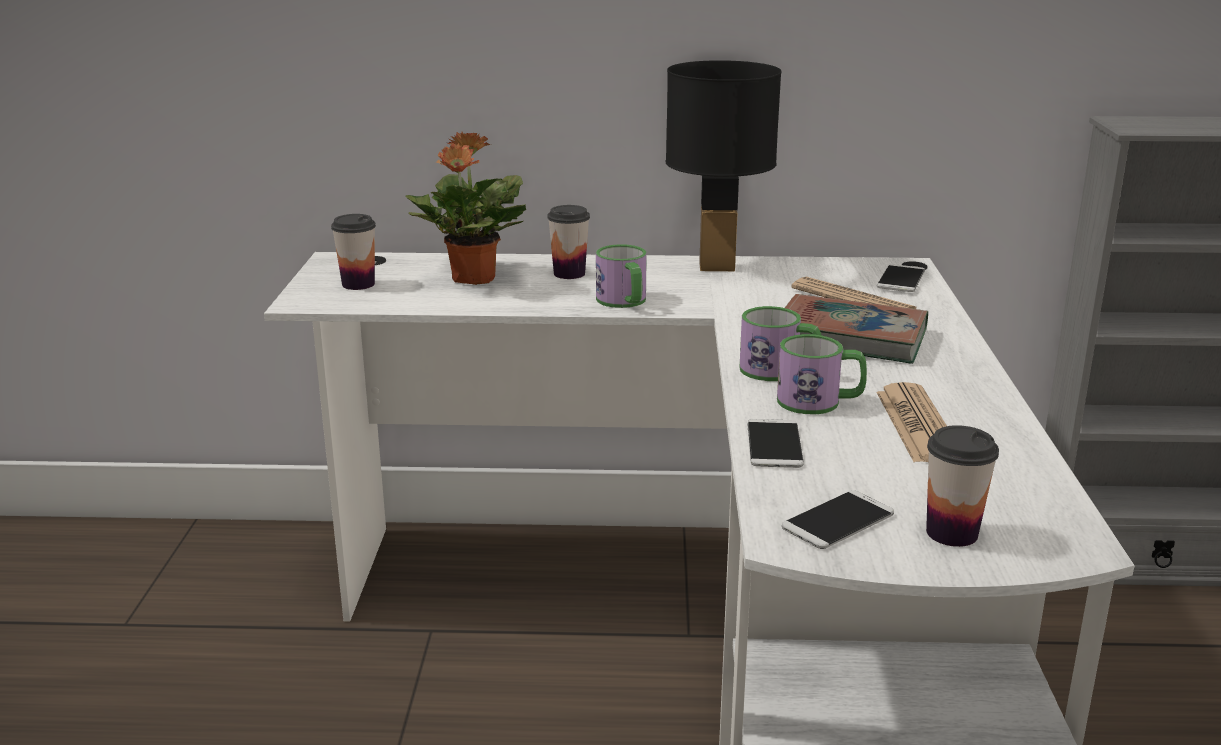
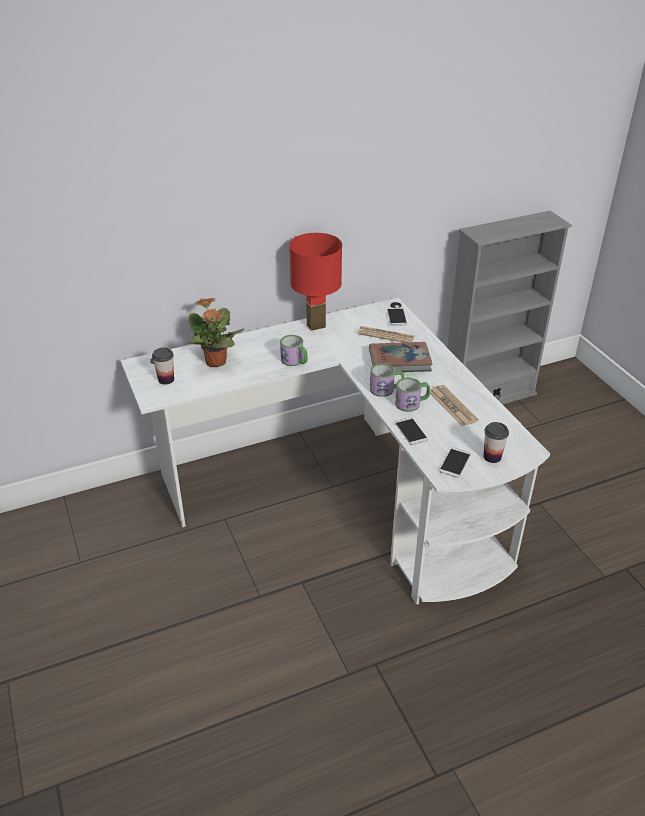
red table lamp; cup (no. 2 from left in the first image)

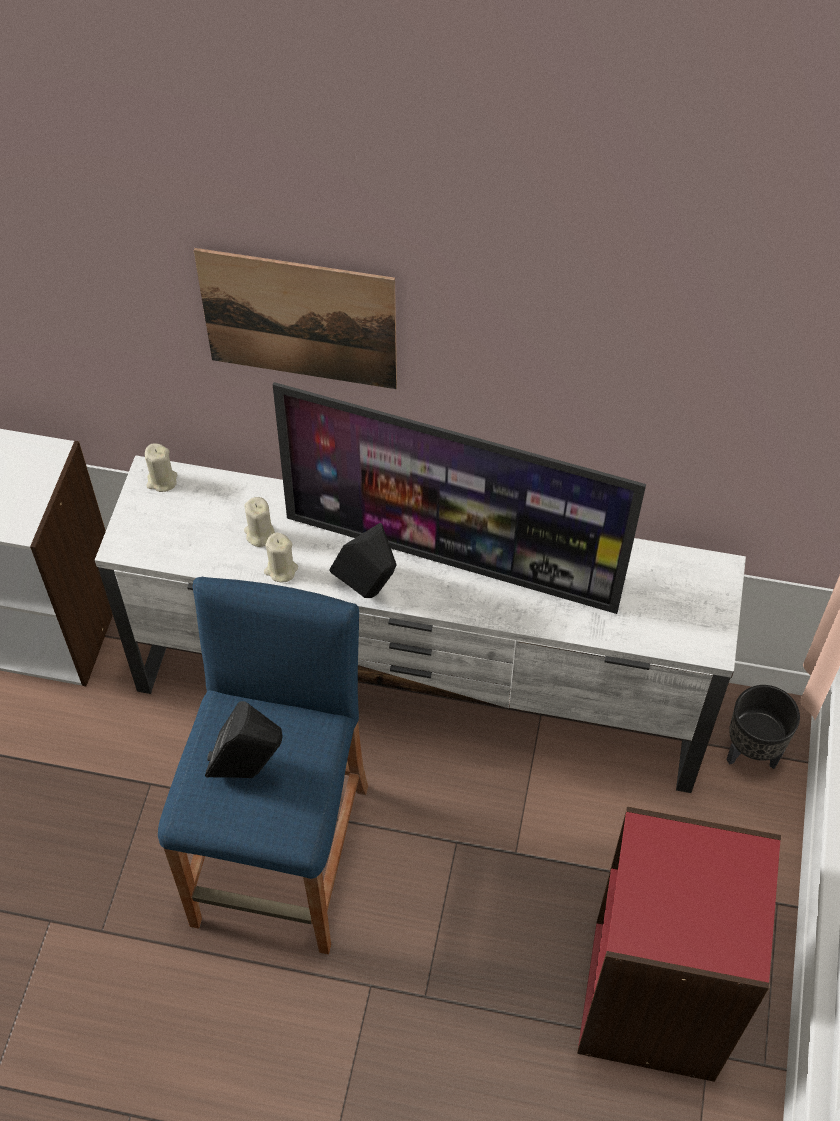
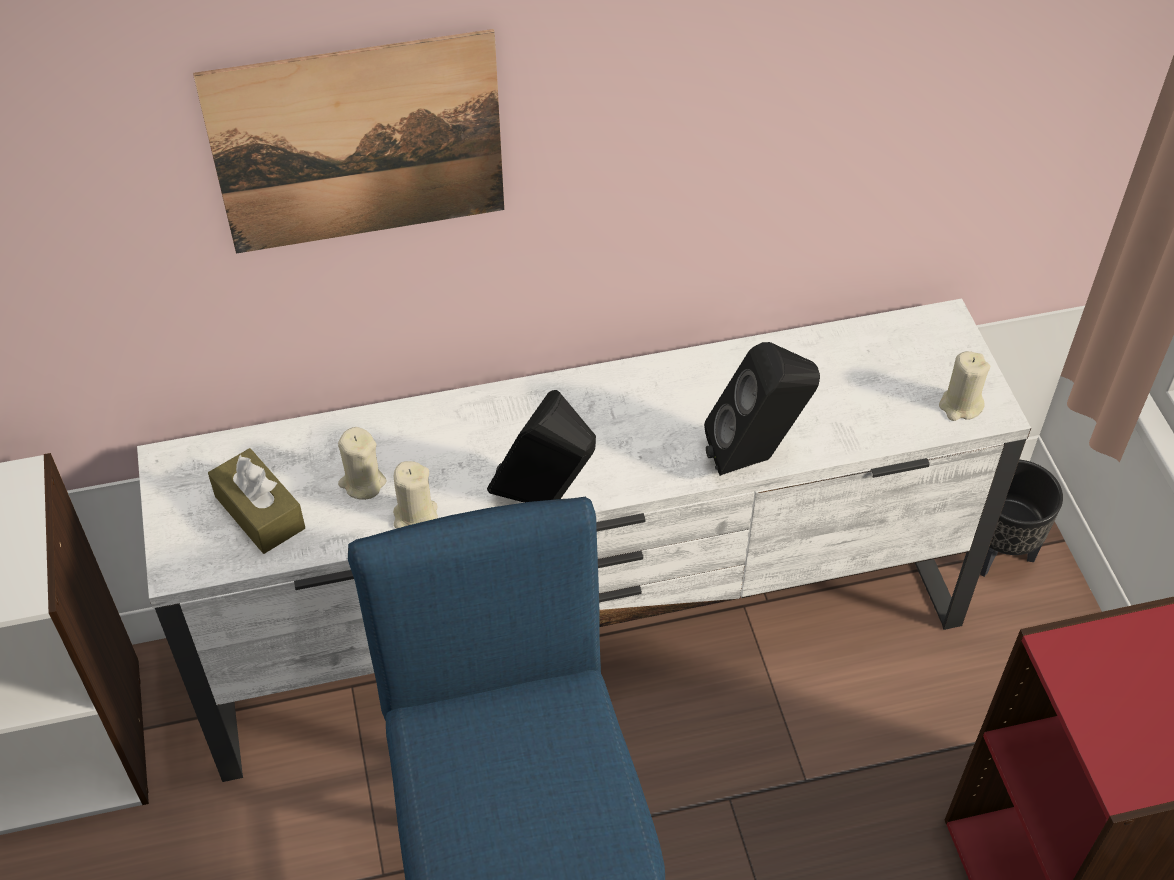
television; beige candle (no. 3 from left); black speaker (no. 2 from left); brown tissue box

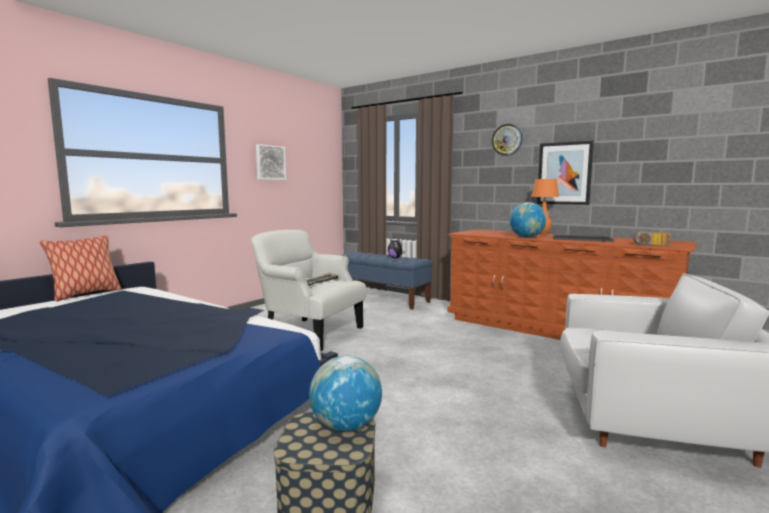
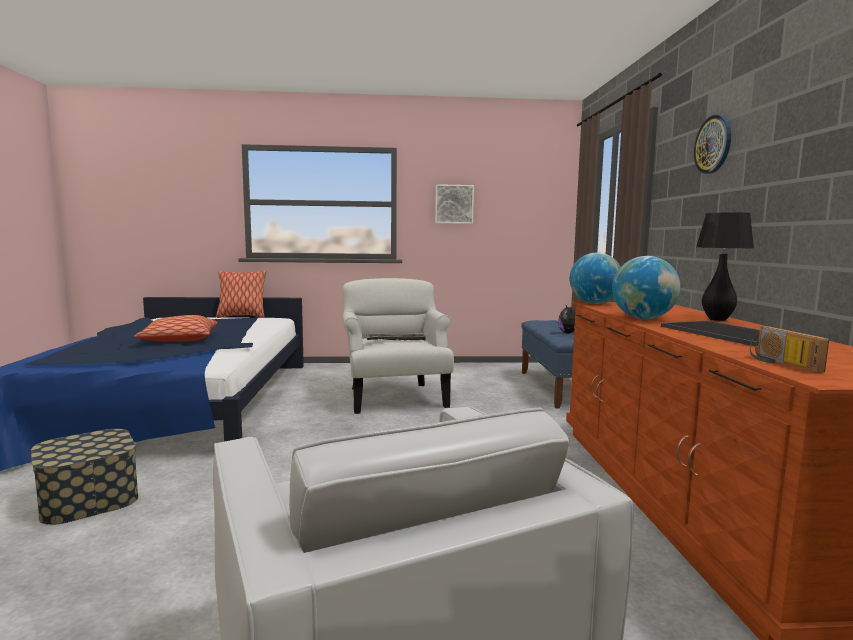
picture (no. 2 from left in the first image); black table lamp; globe (no. 1 from left); pillow (no. 1 from left)

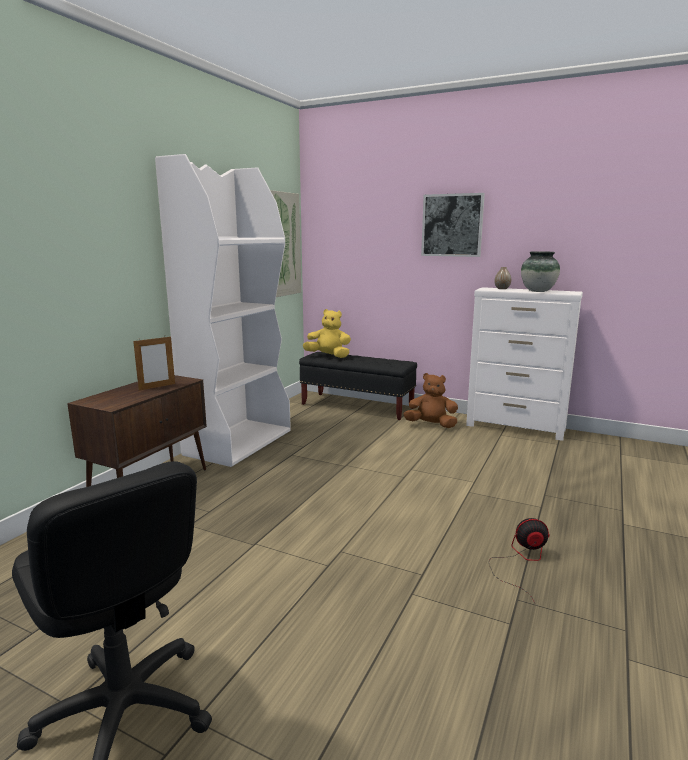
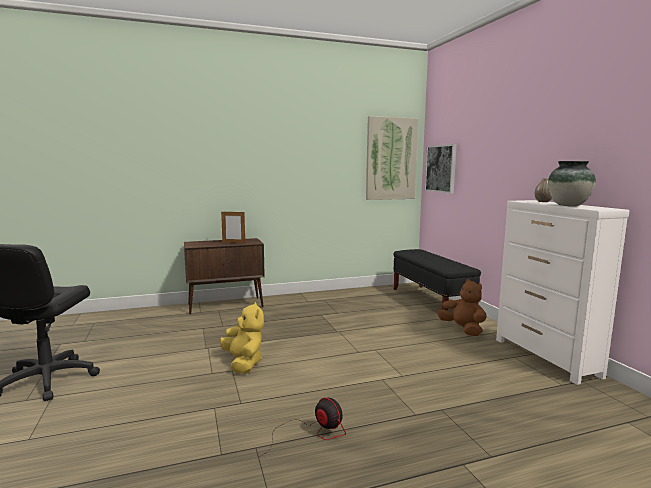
white bookcase; picture (no. 2 from left); yellow plush toy

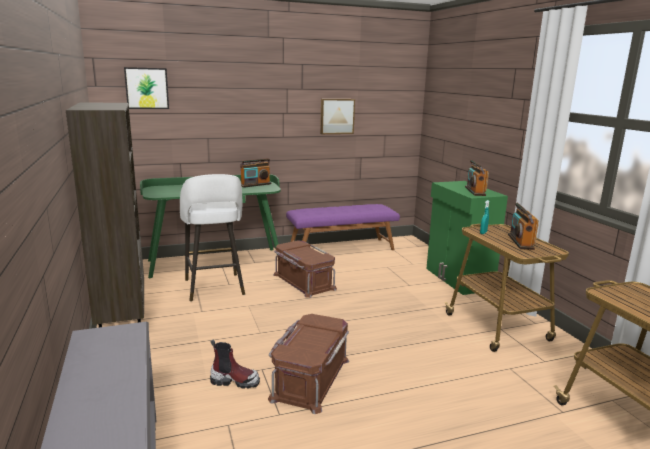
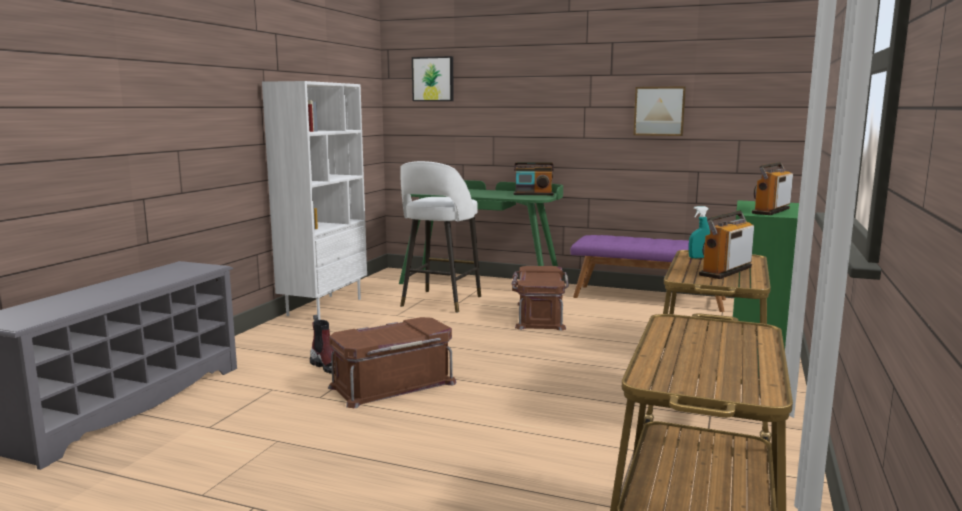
white bookcase

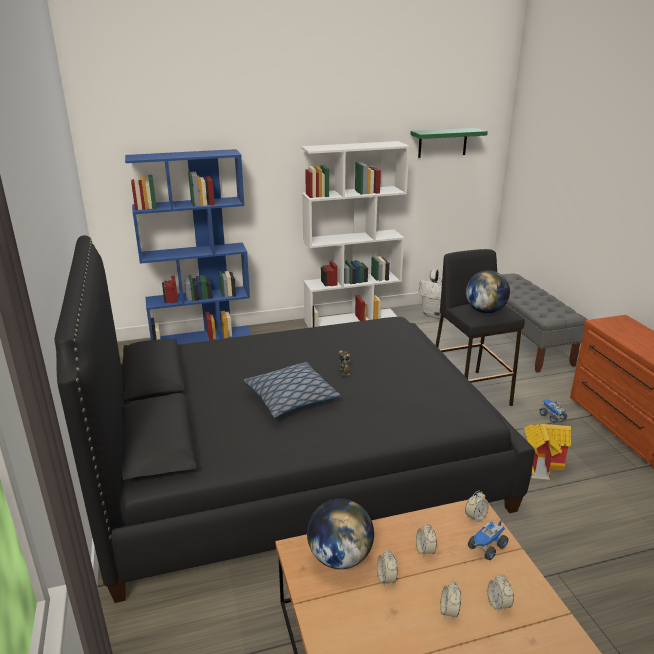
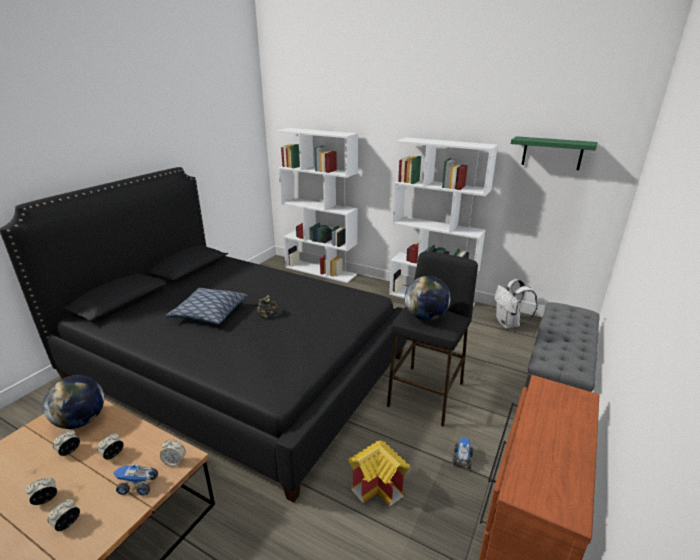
white bookcase (no. 1 from left)

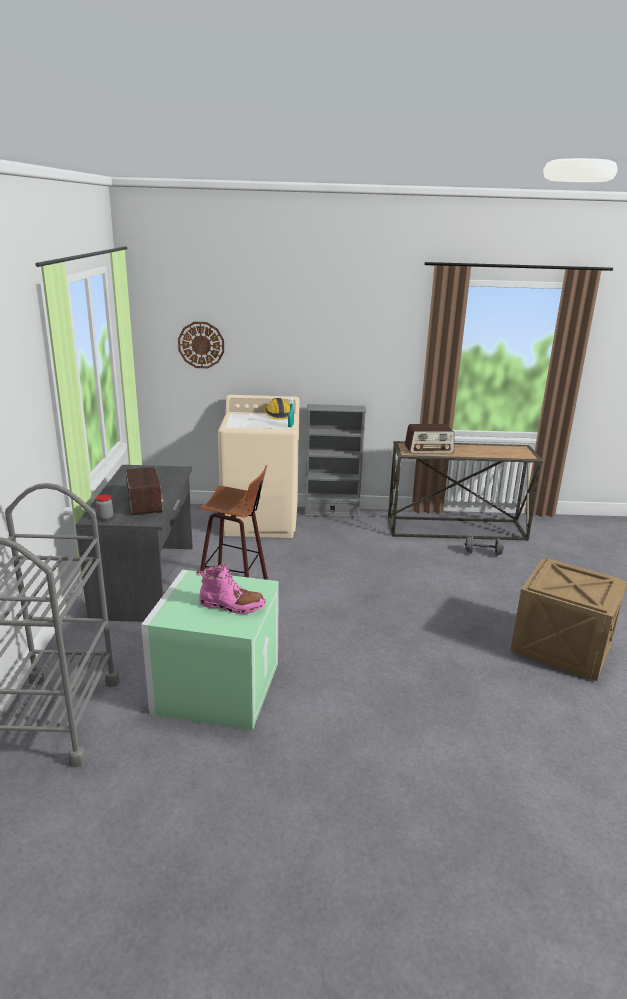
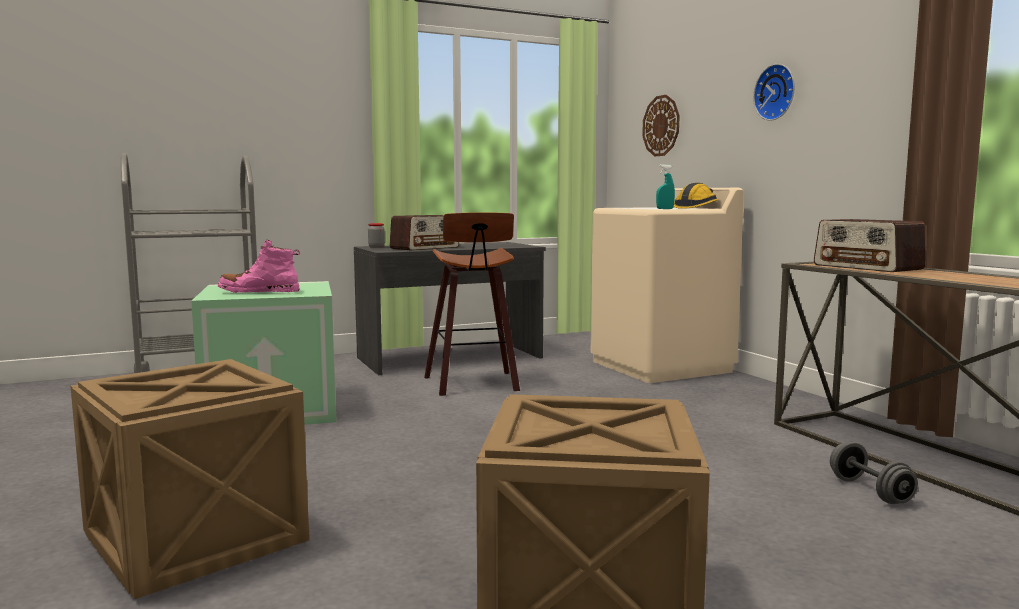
grey bookcase; pink boot; wall clock (no. 2 from left); crate (no. 1 from left)

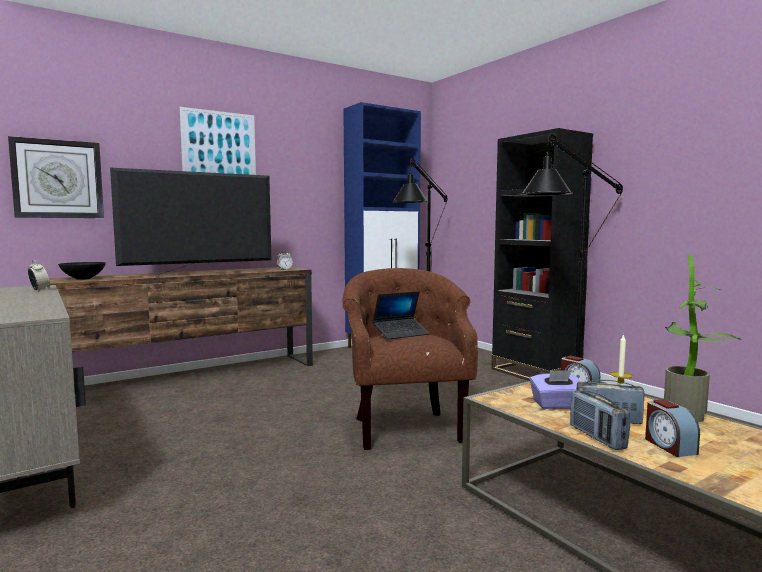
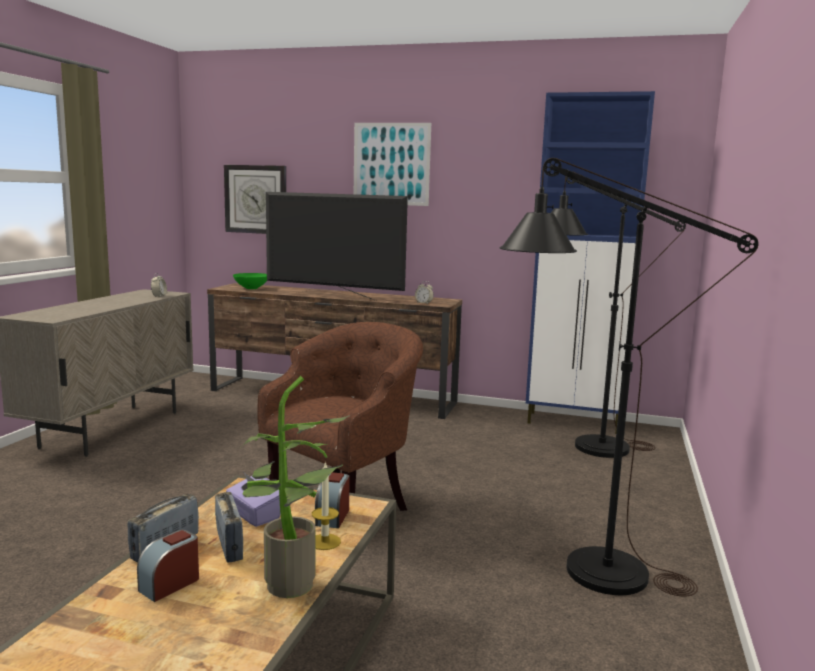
black bookcase; green bowl; laptop

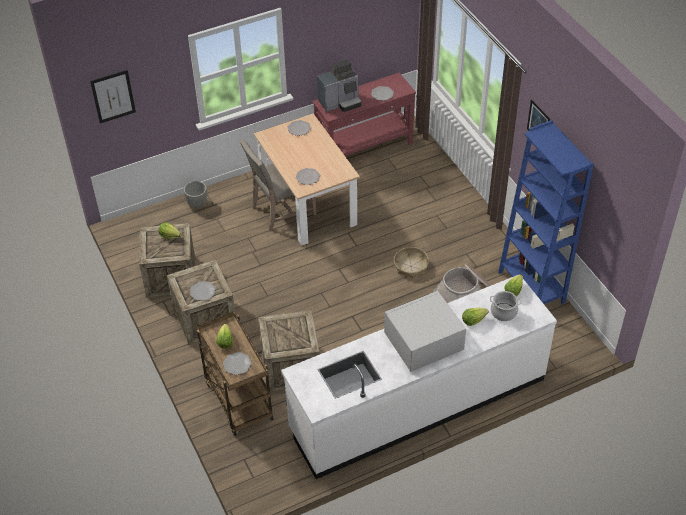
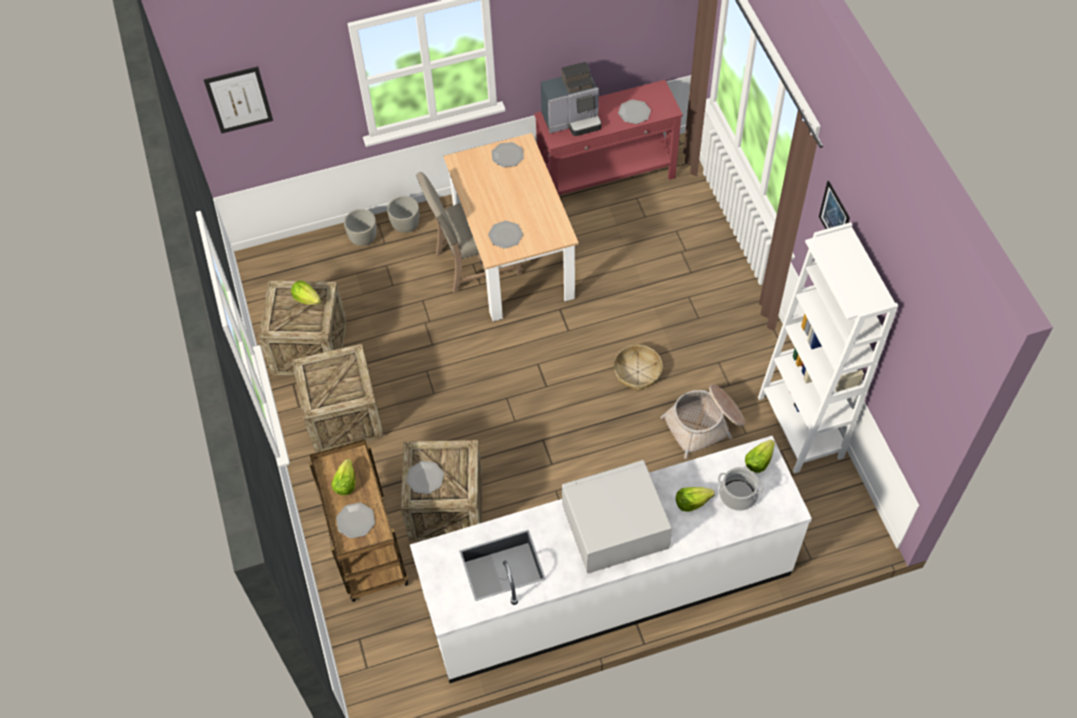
white bookcase; plate (no. 2 from left); grey planter (no. 2 from left)

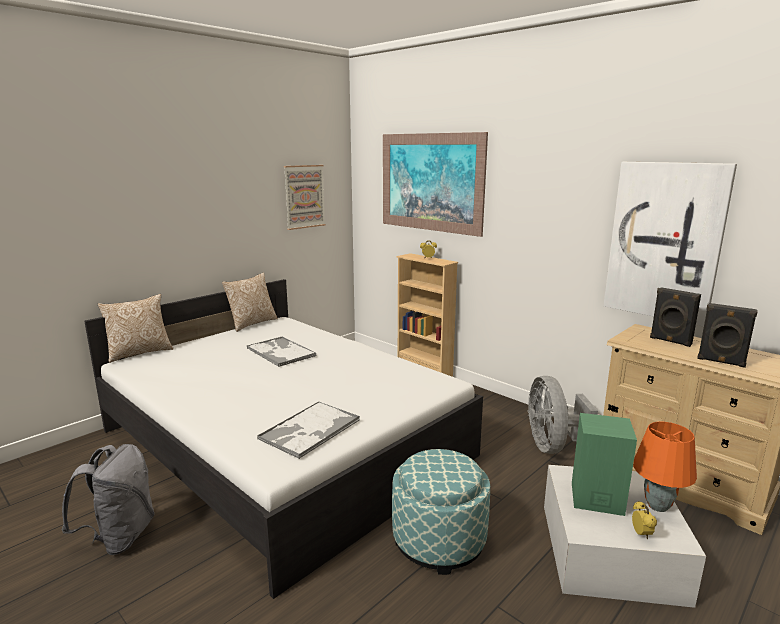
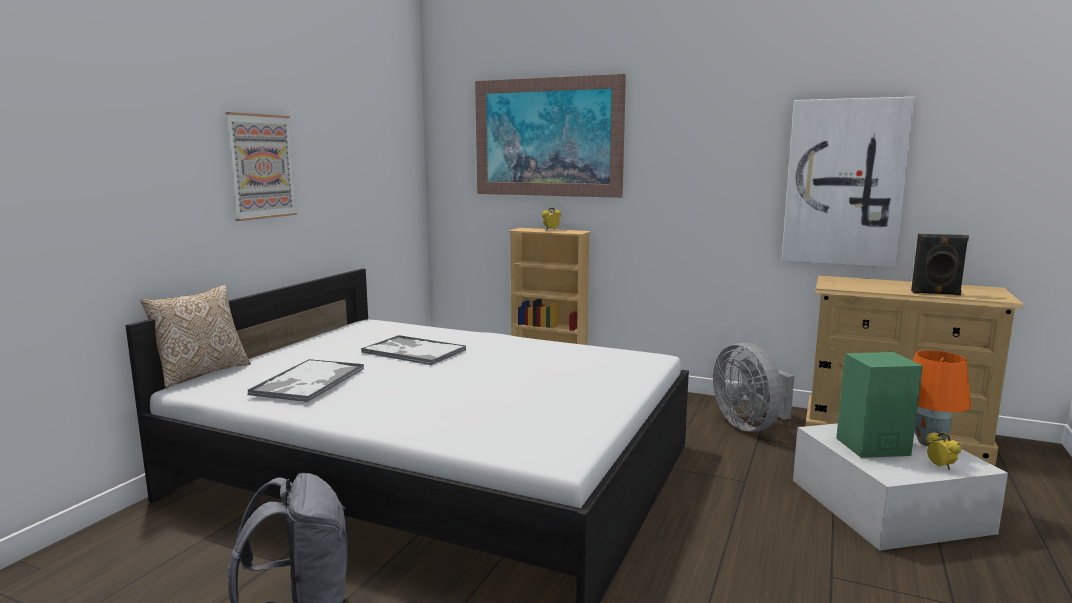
picture (no. 1 from left); pillow (no. 2 from left in the first image); black speaker (no. 1 from left in the first image); tray (no. 1 from left); ottoman

